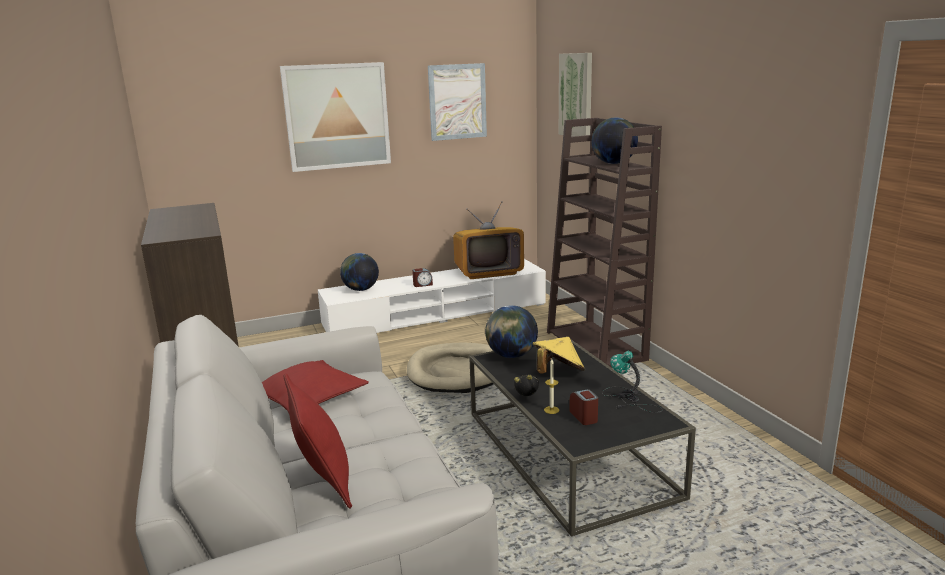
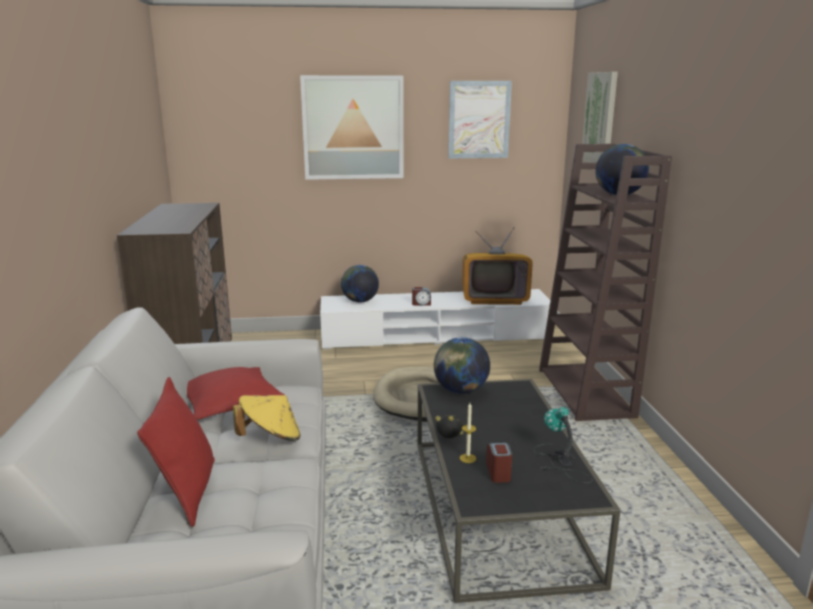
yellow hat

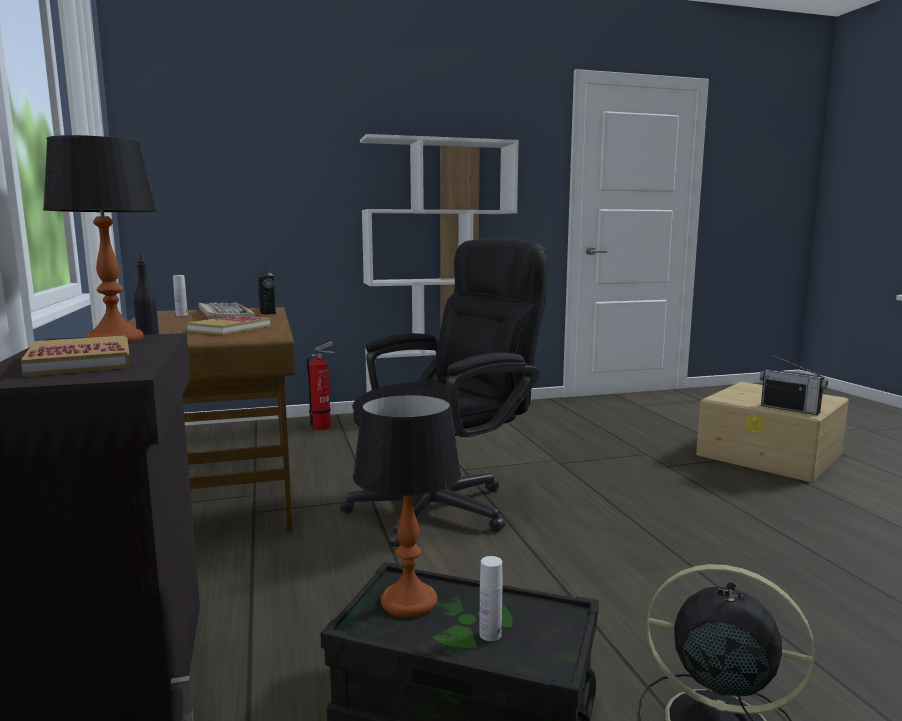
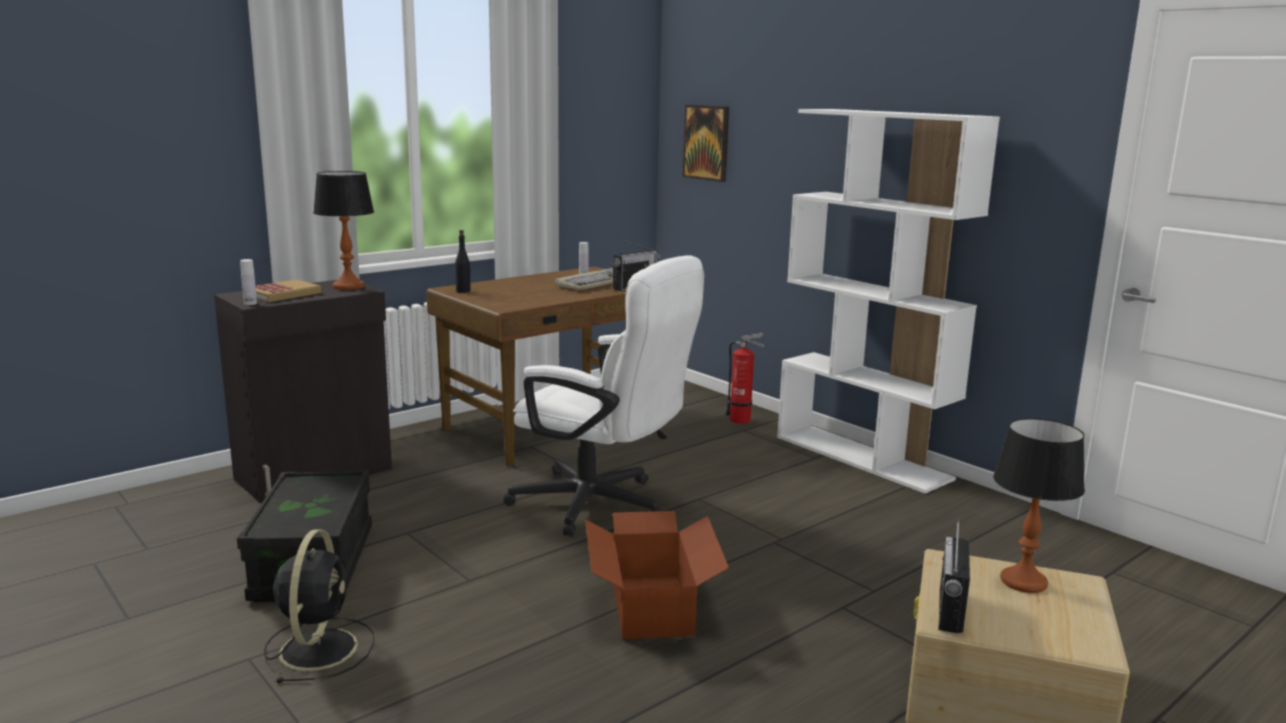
white office chair; book (no. 2 from left in the first image); table lamp (no. 2 from left); white bottle (no. 1 from left); picture; cardboard box

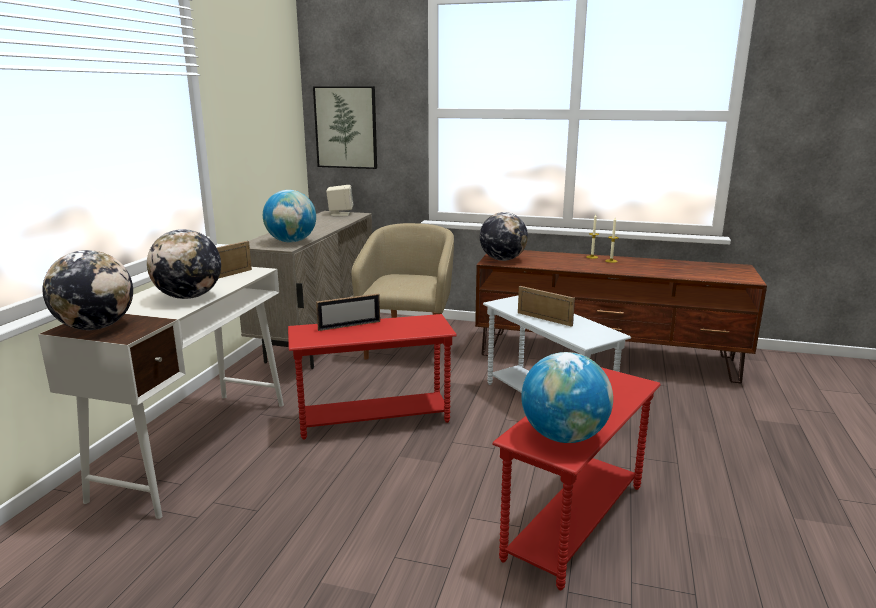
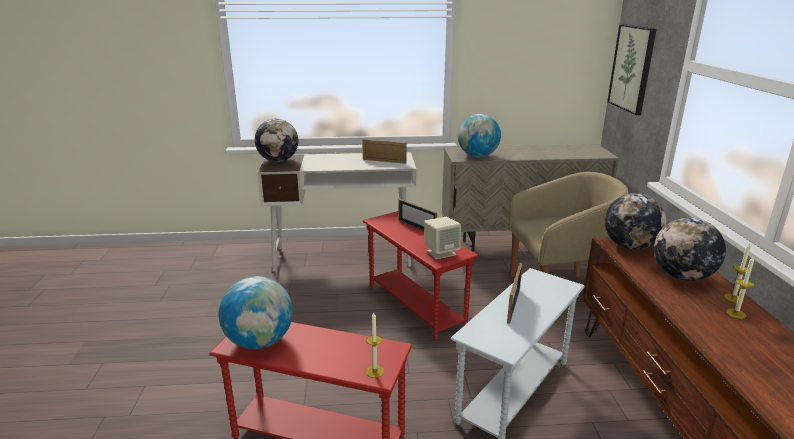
beige speaker; globe (no. 5 from left); candle (no. 1 from left)

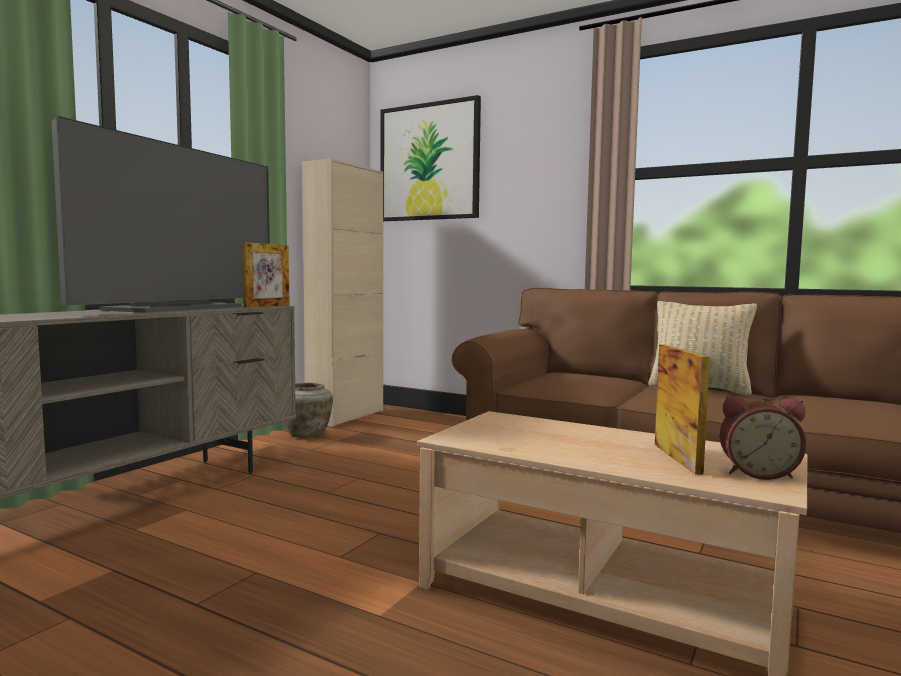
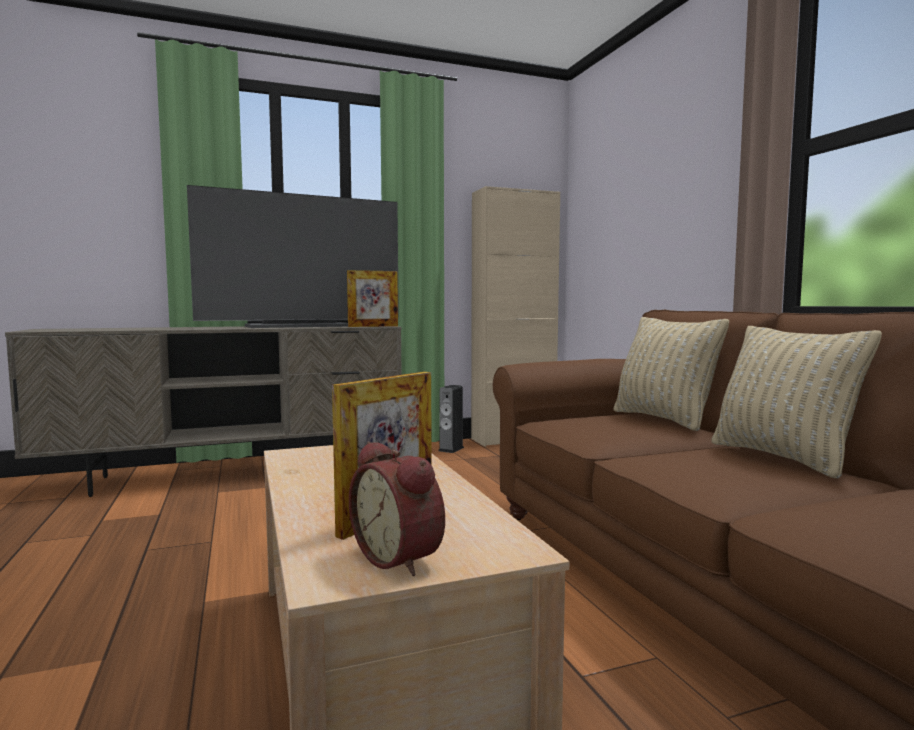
picture; speaker; beige pillow (no. 1 from left)

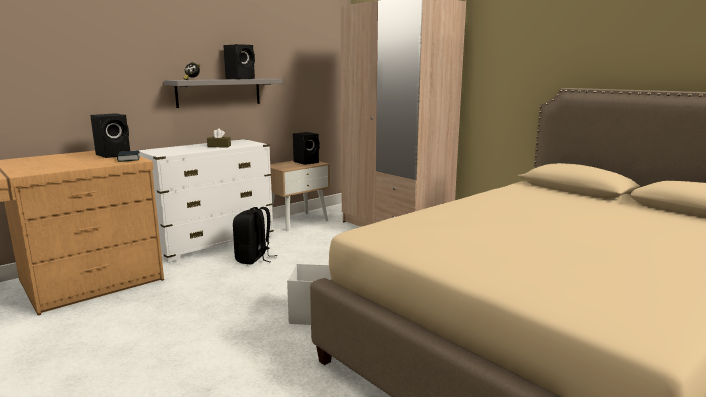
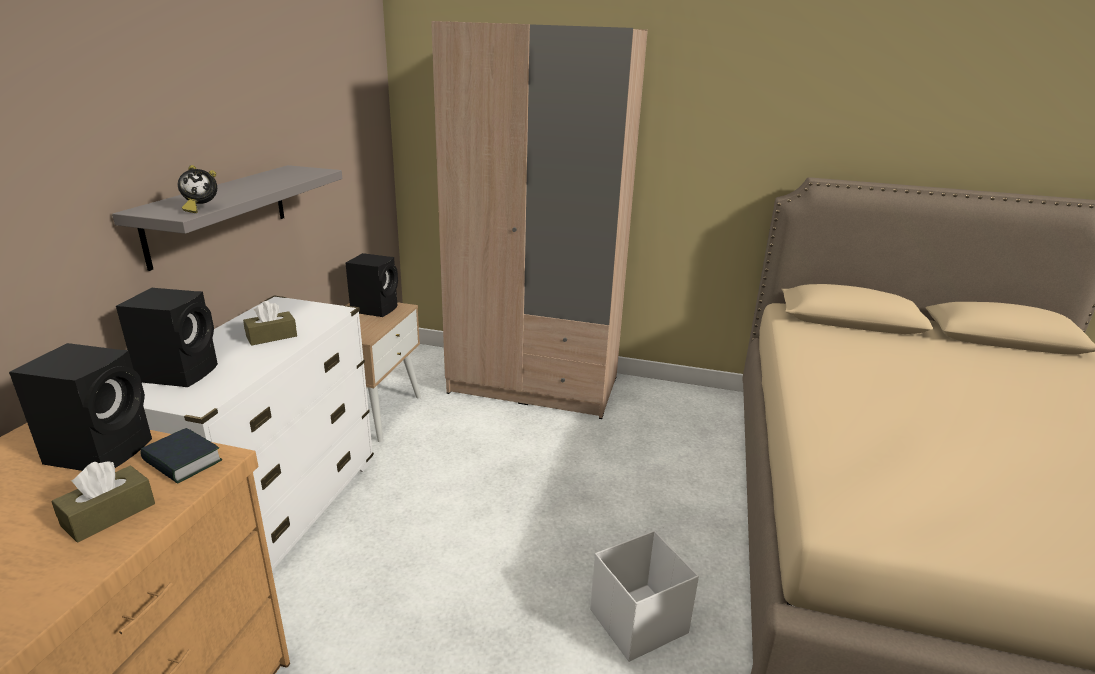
black speaker (no. 2 from left); black backpack; brown tissue box (no. 1 from left)

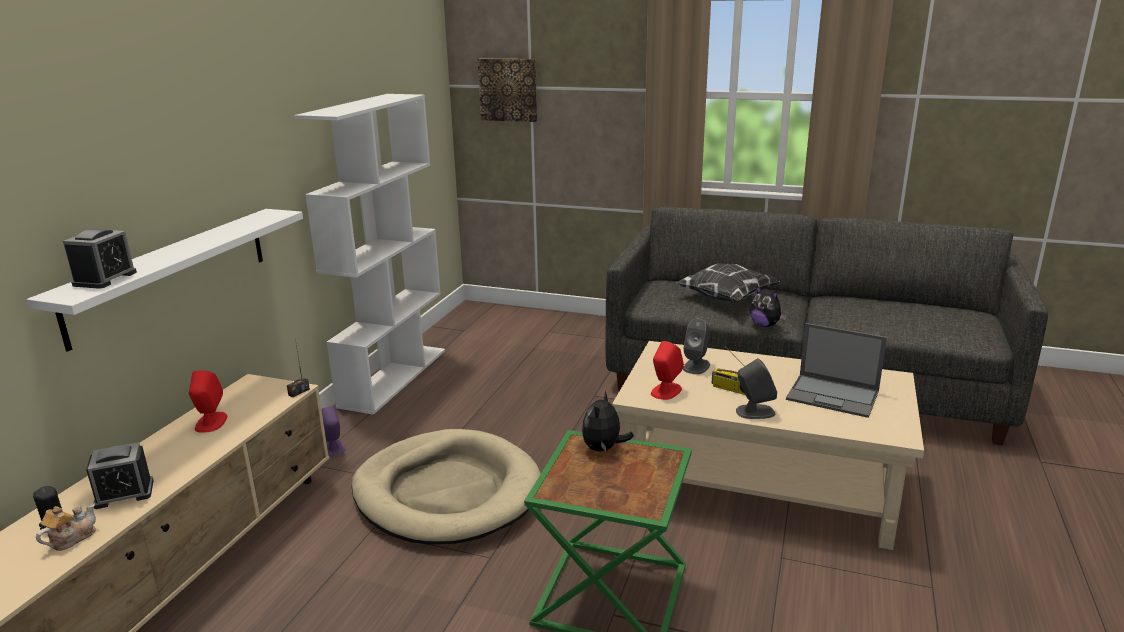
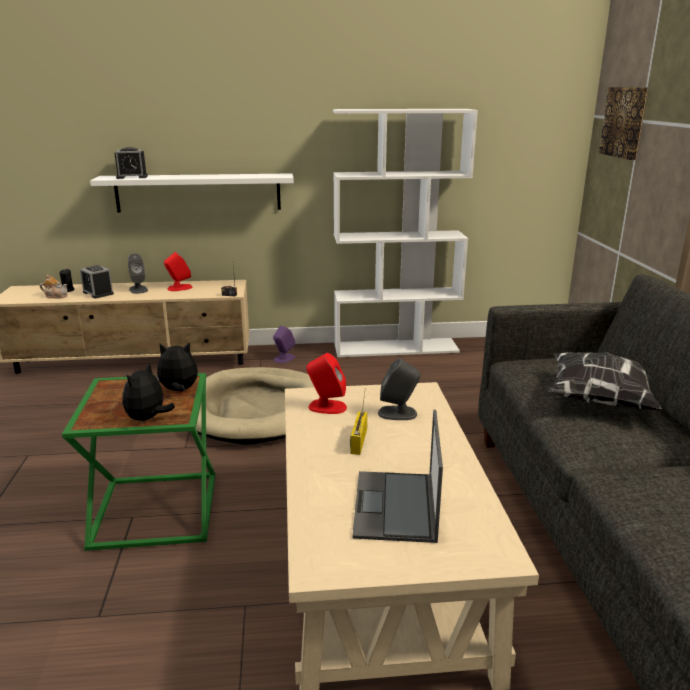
plush toy (no. 1 from left); grey speaker (no. 1 from left)

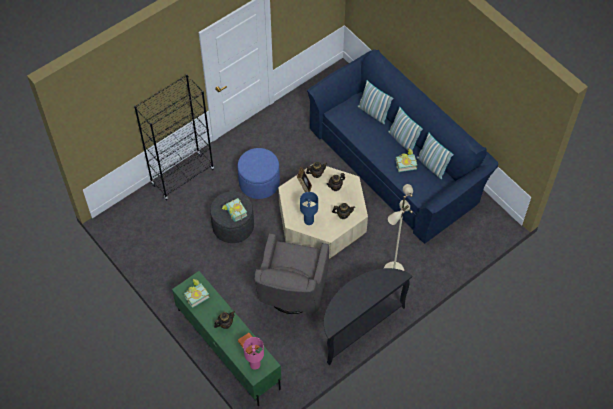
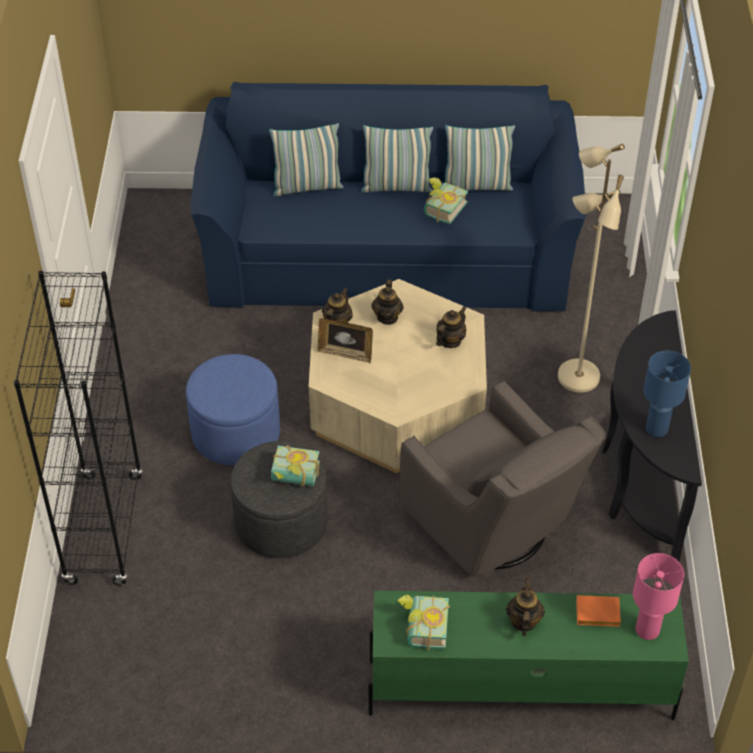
blue table lamp

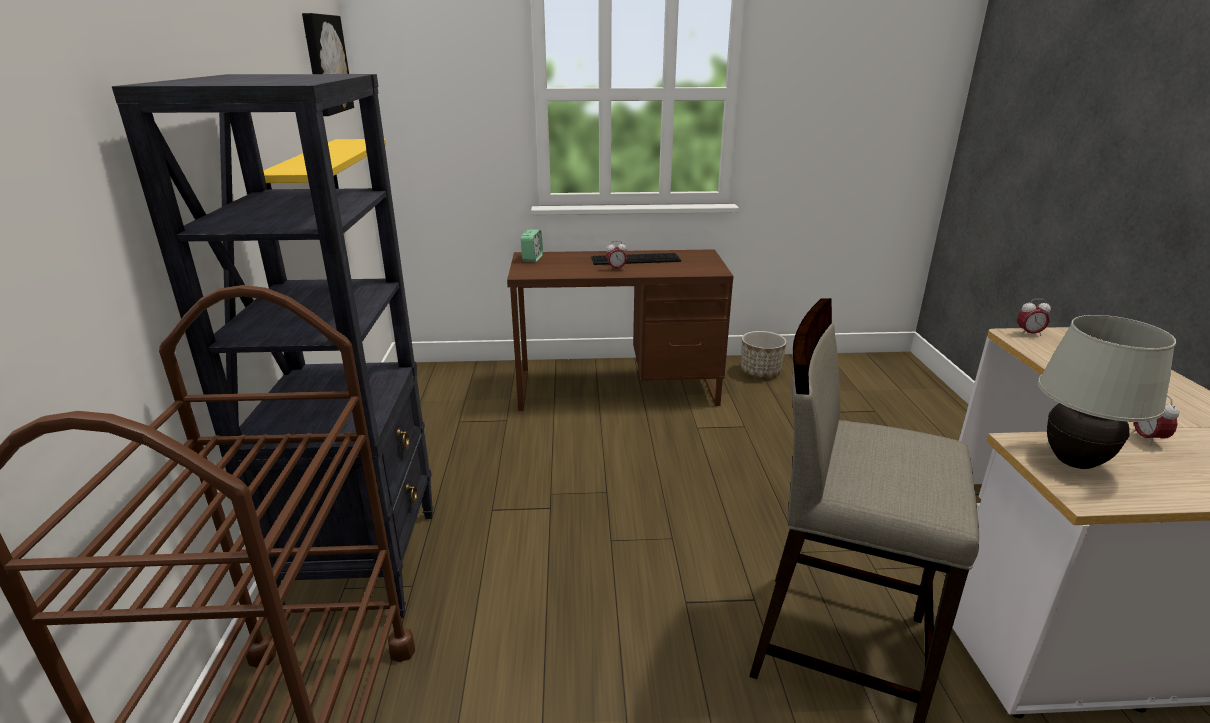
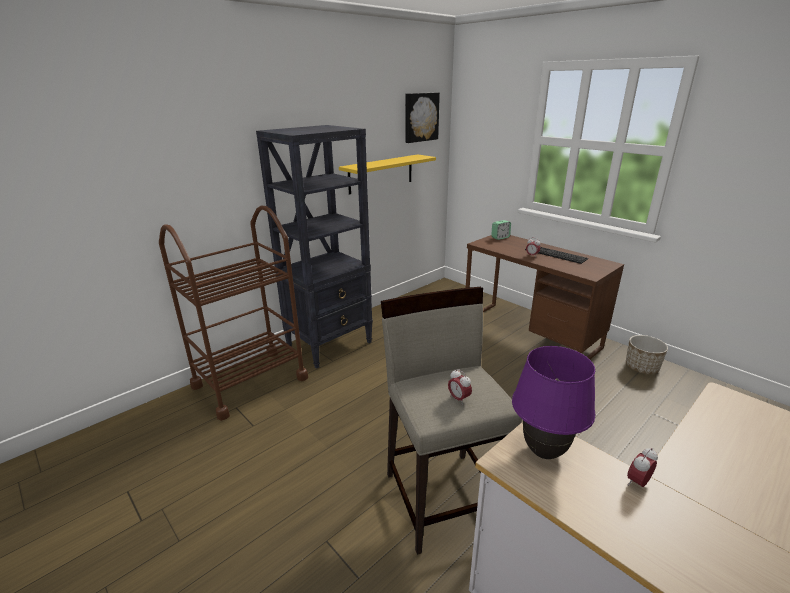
alarm clock (no. 1 from left); purple table lamp

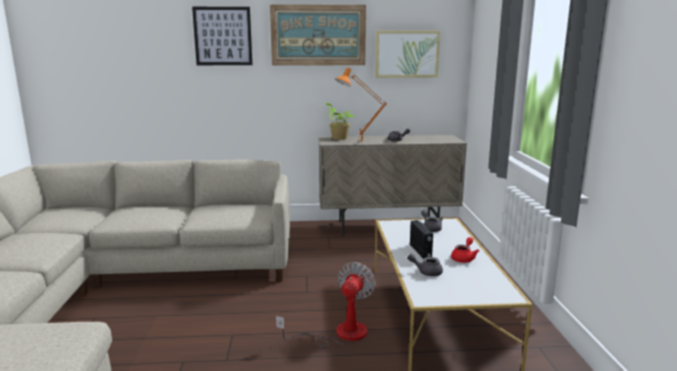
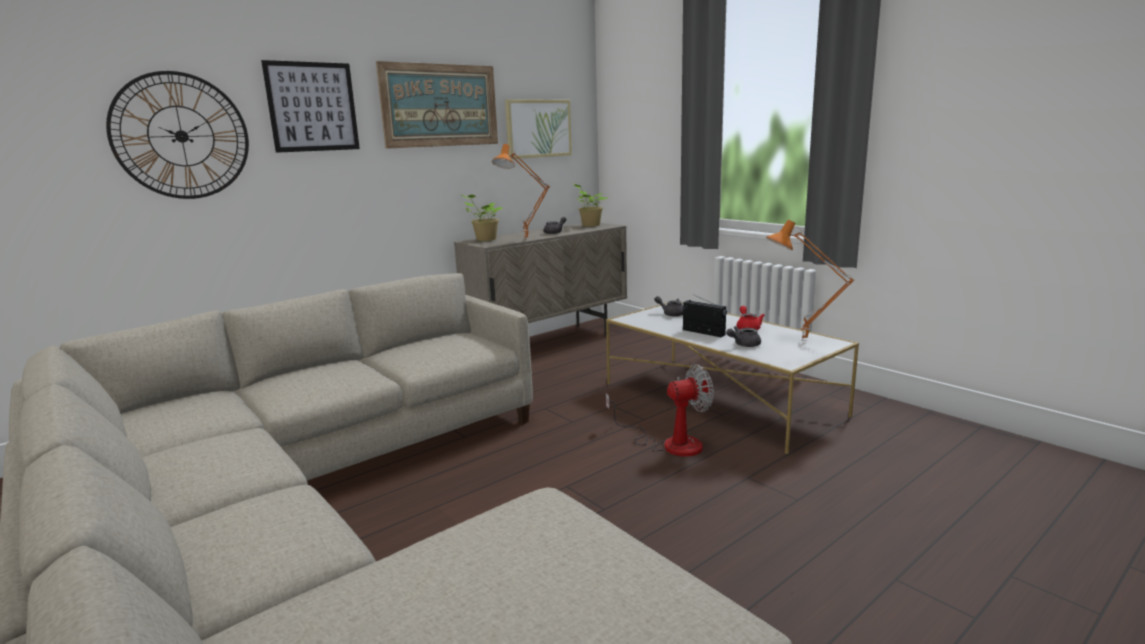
fan; wall clock; potted plant (no. 2 from left); orange table lamp (no. 2 from left)

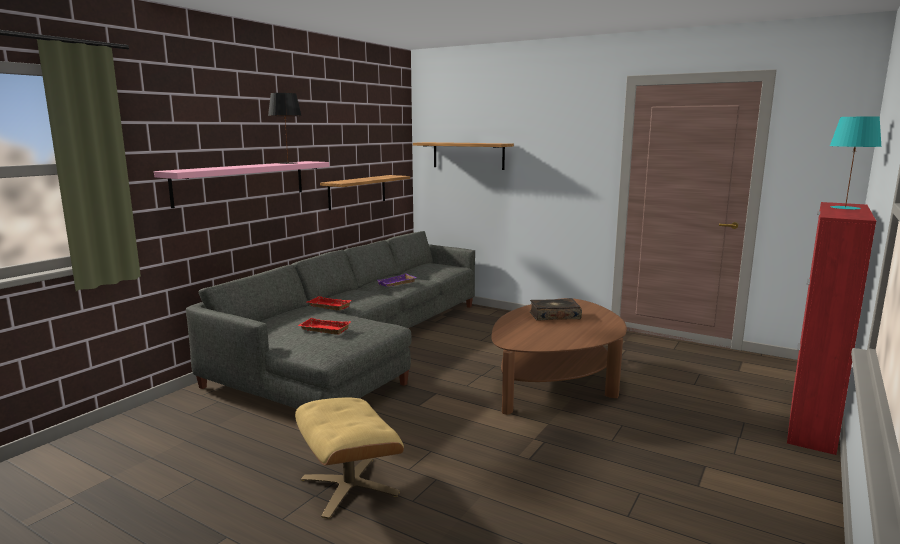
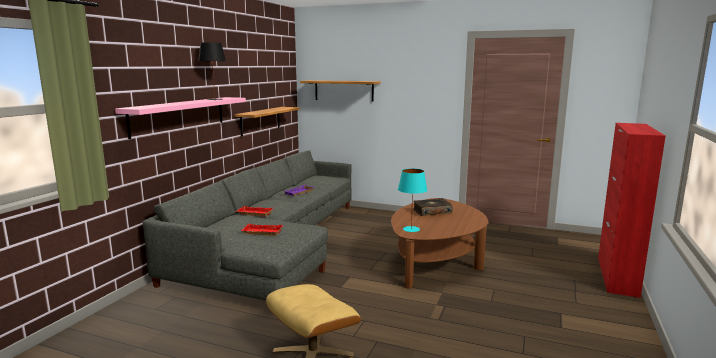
turquoise table lamp

